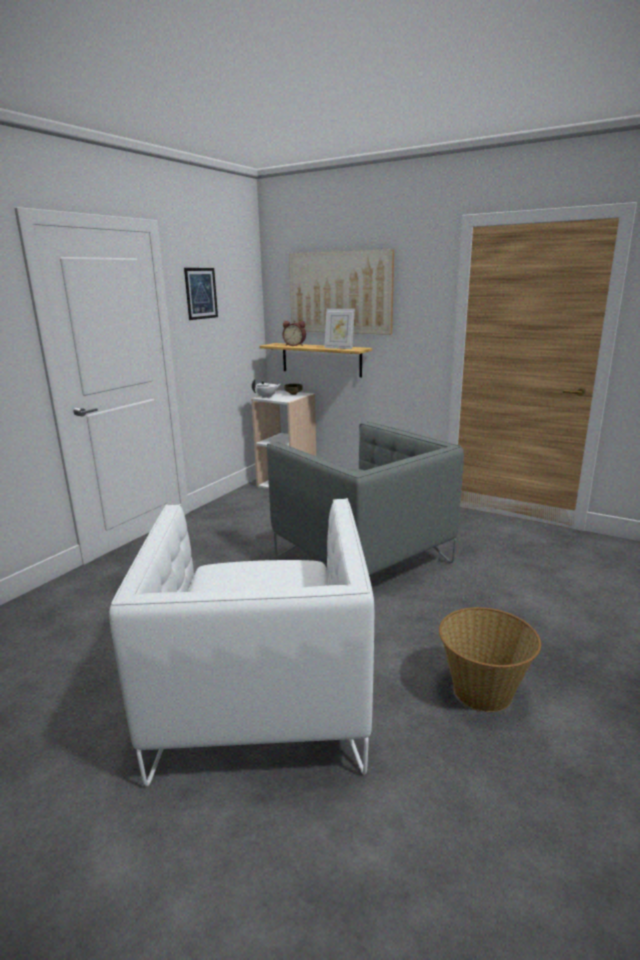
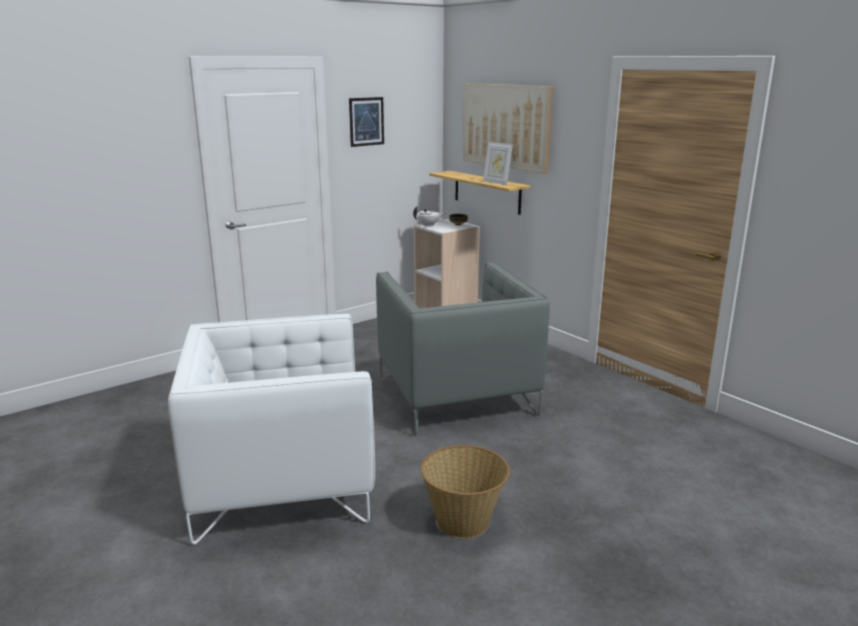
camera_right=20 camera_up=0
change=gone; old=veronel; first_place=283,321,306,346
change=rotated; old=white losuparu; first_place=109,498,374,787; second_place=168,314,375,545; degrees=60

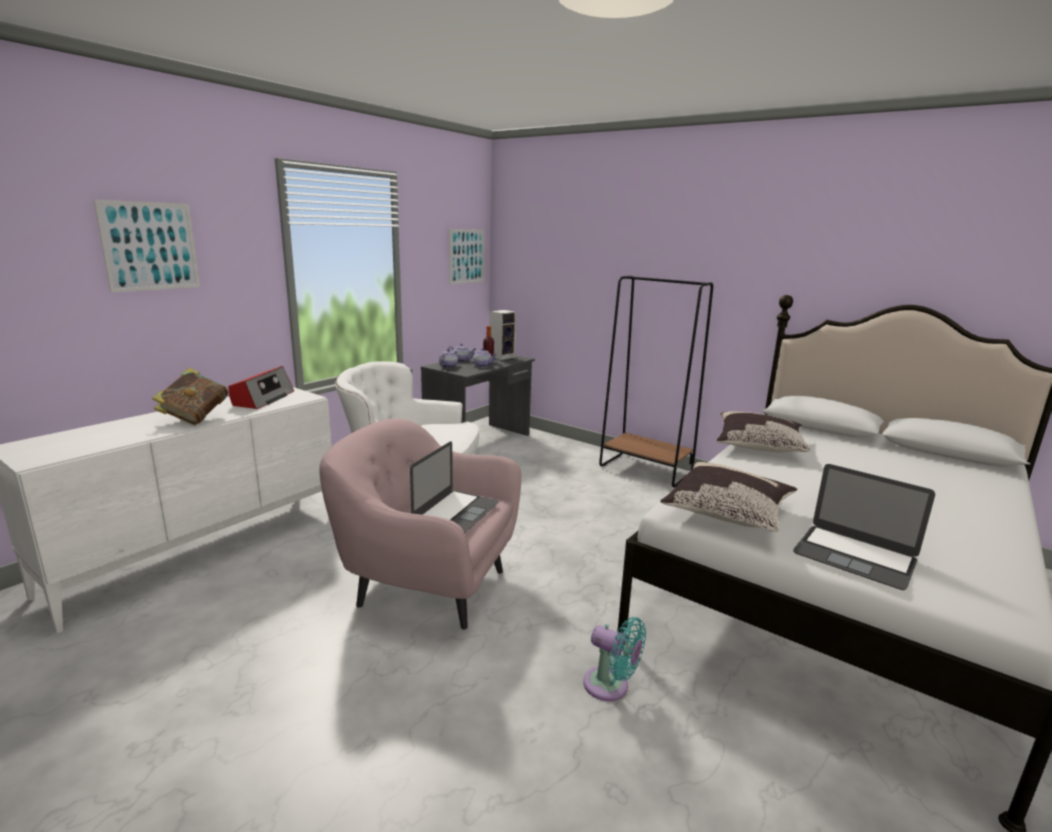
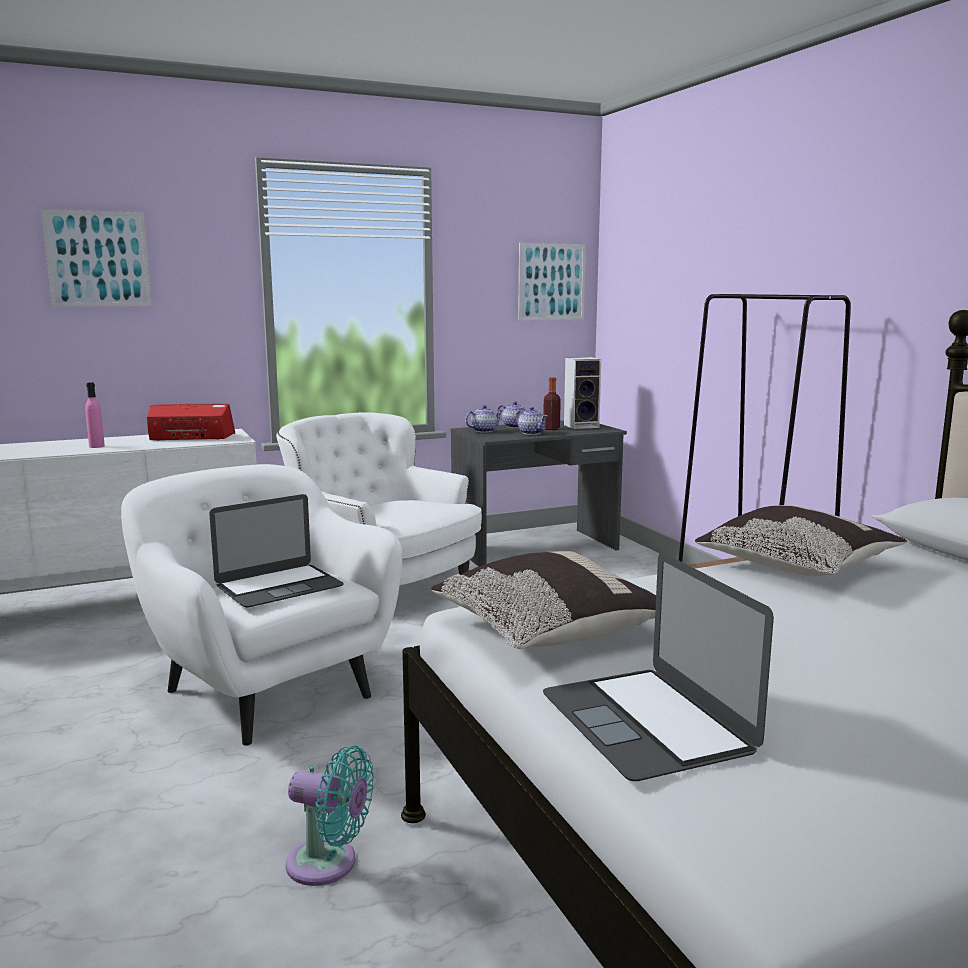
camera_right=30 camera_up=-5
change=swapped; old=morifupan; new=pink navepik; first_place=152,368,228,425; second_place=85,382,105,448
change=repainted; old=pink losuparu; new=white losuparu; first_place=319,419,521,629; second_place=121,464,402,746
change=rotated; old=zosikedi; first_place=228,366,294,409; second_place=147,404,235,441; degrees=-135
change=rotated; old=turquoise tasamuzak; first_place=583,617,646,701; second_place=286,746,374,886; degrees=-45

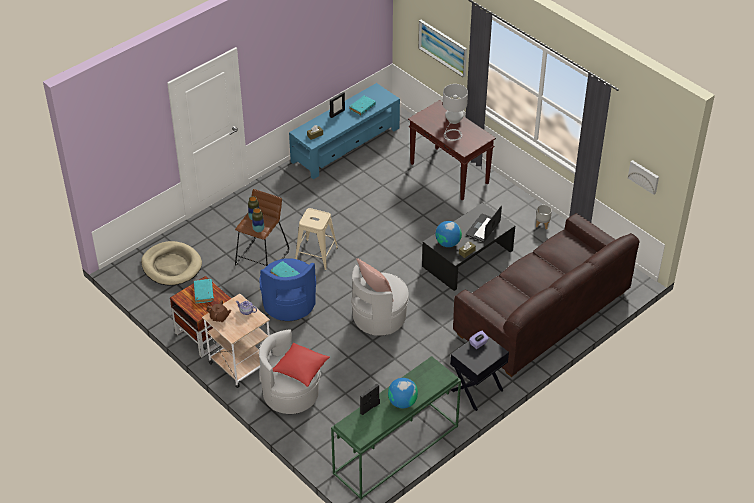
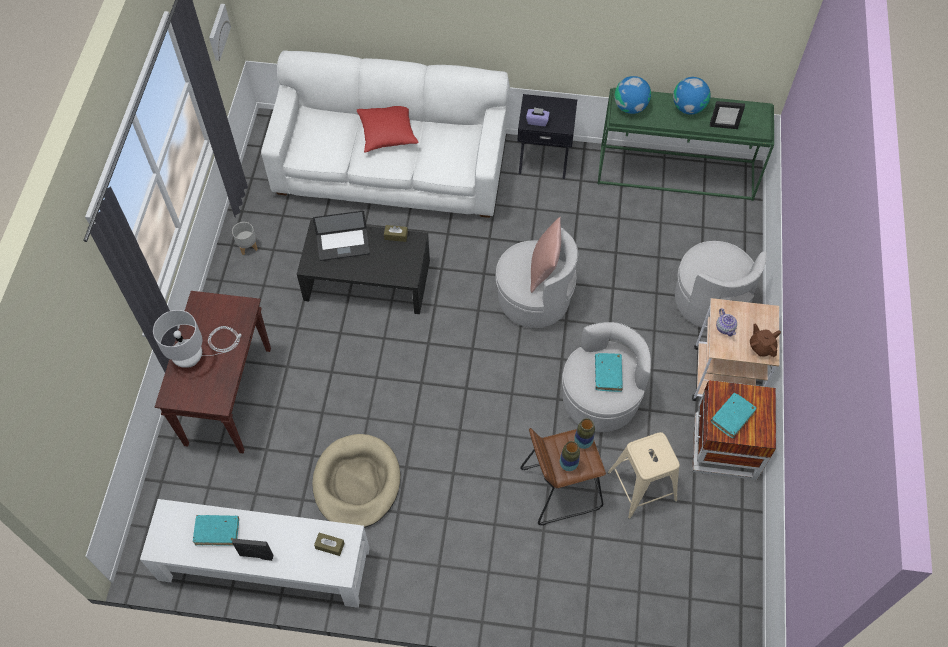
camera_right=-130 camera_up=15
change=gone; old=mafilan; first_place=418,20,467,78
change=shifted; old=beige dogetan; first_place=141,241,202,286; second_place=312,434,400,528
change=shifted; old=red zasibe; first_place=272,343,330,387; second_place=357,106,419,152
change=shifted; old=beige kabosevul; first_place=295,208,338,270; second_place=608,432,680,519
change=shifted; old=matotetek; first_place=435,221,462,247; second_place=615,76,651,114
change=repainted; old=blue losuparu; new=white losuparu; first_place=259,258,316,321; second_place=562,322,651,432
change=repainted; old=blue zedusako; new=white zedusako; first_place=289,83,400,179; second_place=140,499,370,608
change=repainted; old=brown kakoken; new=white kakoken; first_place=453,213,640,377; second_place=261,50,510,218

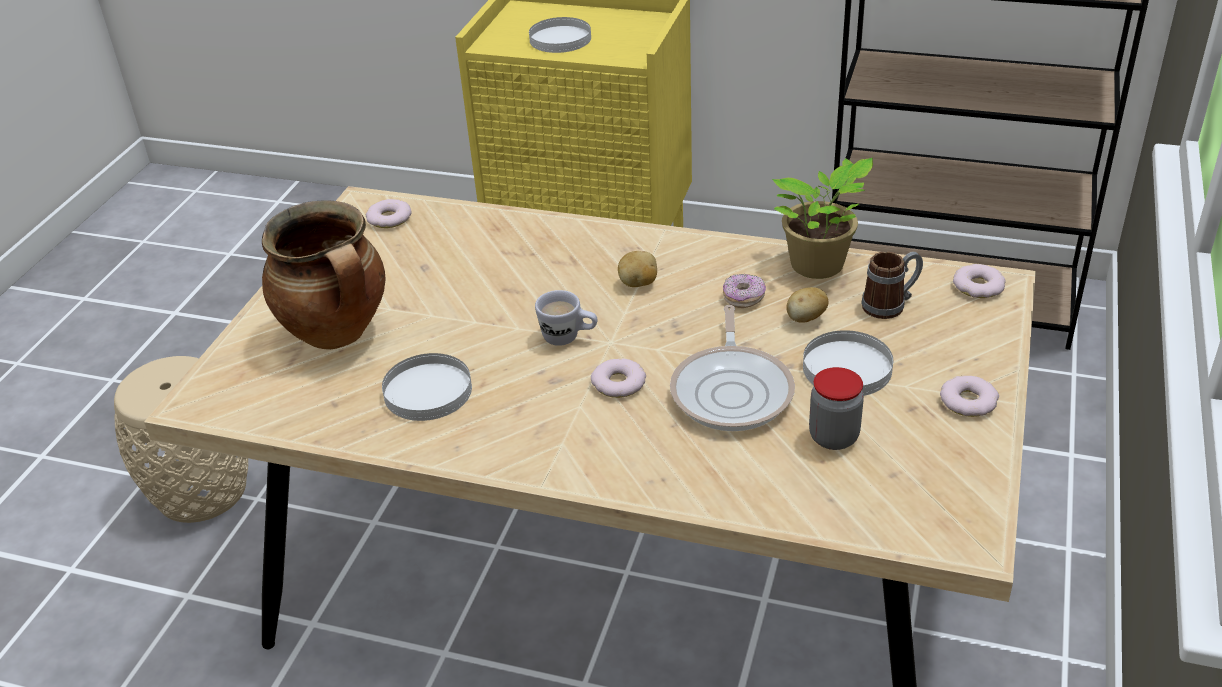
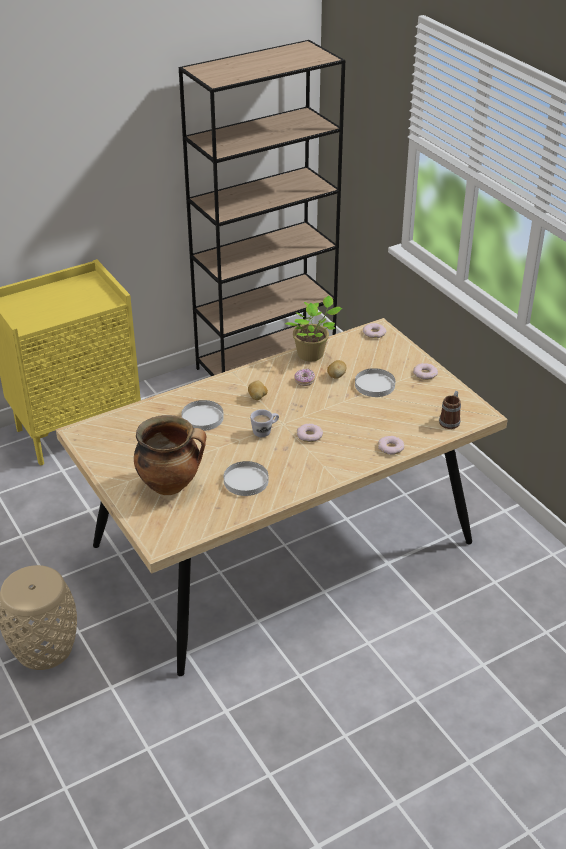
camera_right=-50 camera_up=0
change=gone; old=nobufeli; first_place=670,305,795,431
change=gone; old=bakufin; first_place=809,367,864,450
change=shifted; old=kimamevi; first_place=366,199,412,228; second_place=378,436,404,455
change=shifted; old=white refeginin; first_place=529,17,591,53; second_place=181,400,224,431
change=shifted; old=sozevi; first_place=861,251,923,319; second_place=439,391,461,429

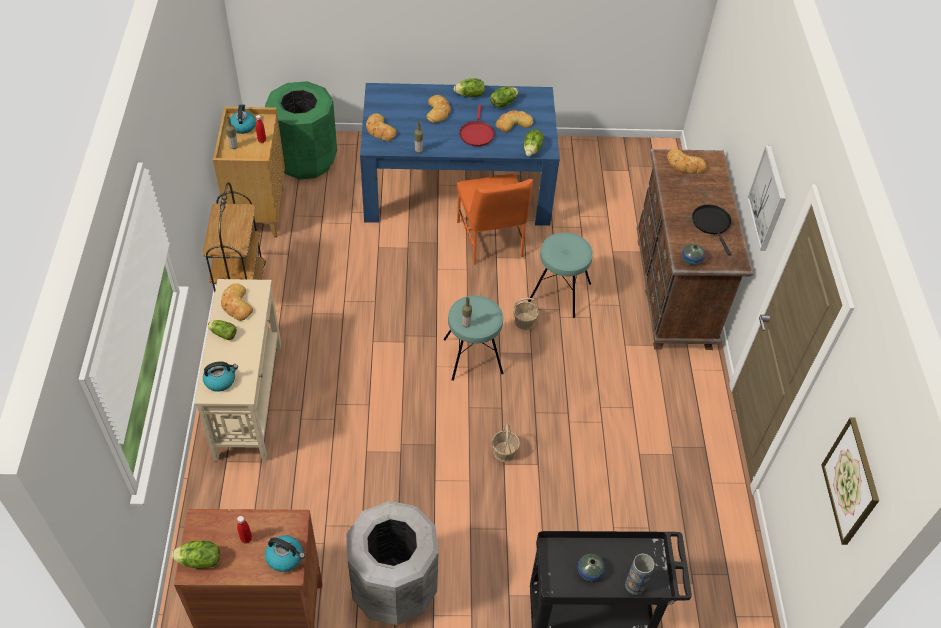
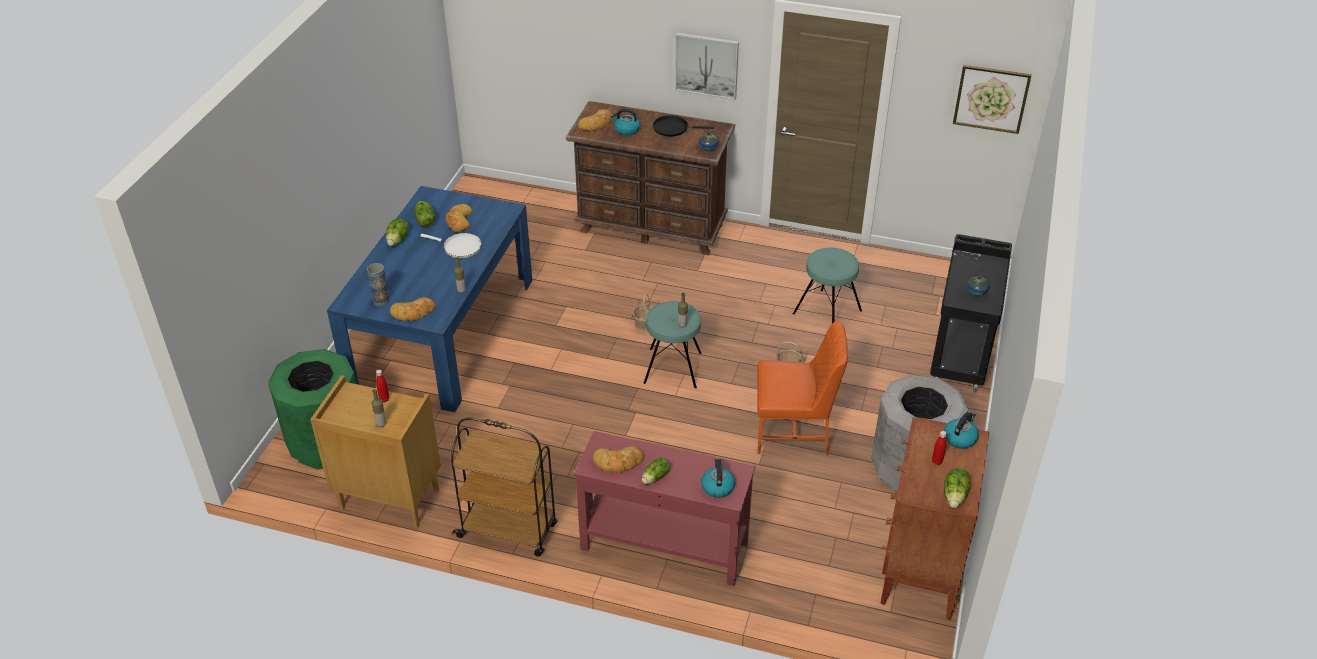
camera_right=-70 camera_up=-10
change=gone; old=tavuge; first_place=426,95,451,123
change=gone; old=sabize; first_place=523,129,544,156
change=shifted; old=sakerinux; first_place=230,104,256,134; second_place=611,108,640,136
change=shifted; old=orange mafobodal; first_place=457,174,533,265; second_place=757,321,848,454
change=shifted; old=turquoise kabosevul; first_place=528,232,593,318; second_place=793,248,862,323
change=shifted; old=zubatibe; first_place=625,553,654,595; second_place=367,263,390,306
change=repainted; old=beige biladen; new=red biladen; first_place=194,279,281,461; second_place=574,431,755,586
change=repainted; old=red nobufeli; new=white nobufeli; first_place=459,105,495,147; second_place=420,233,482,258

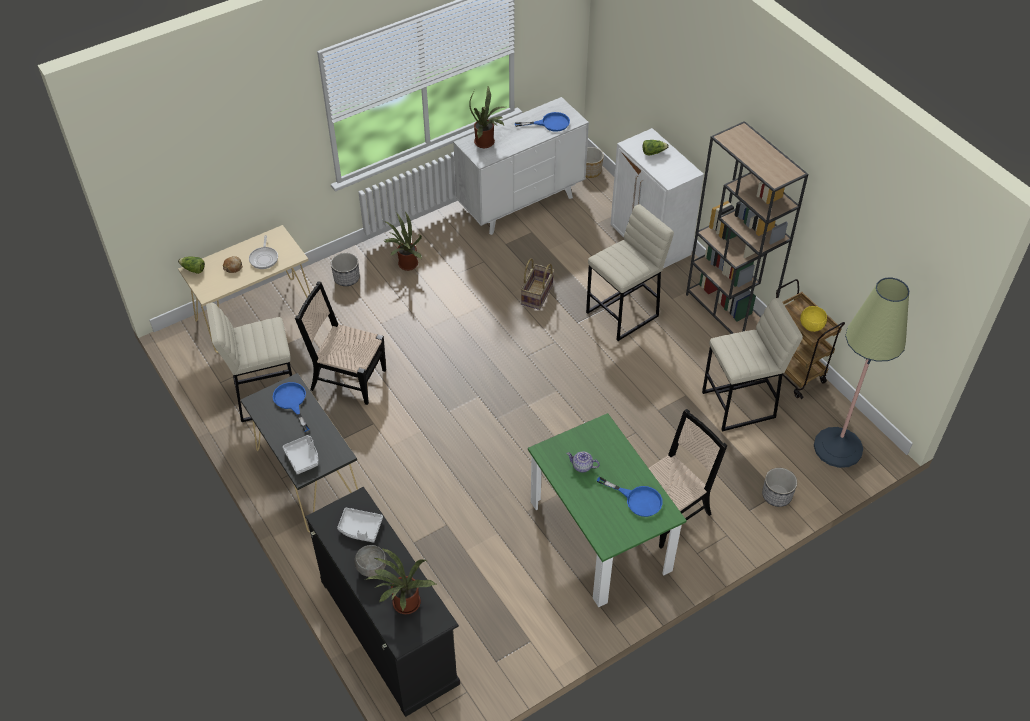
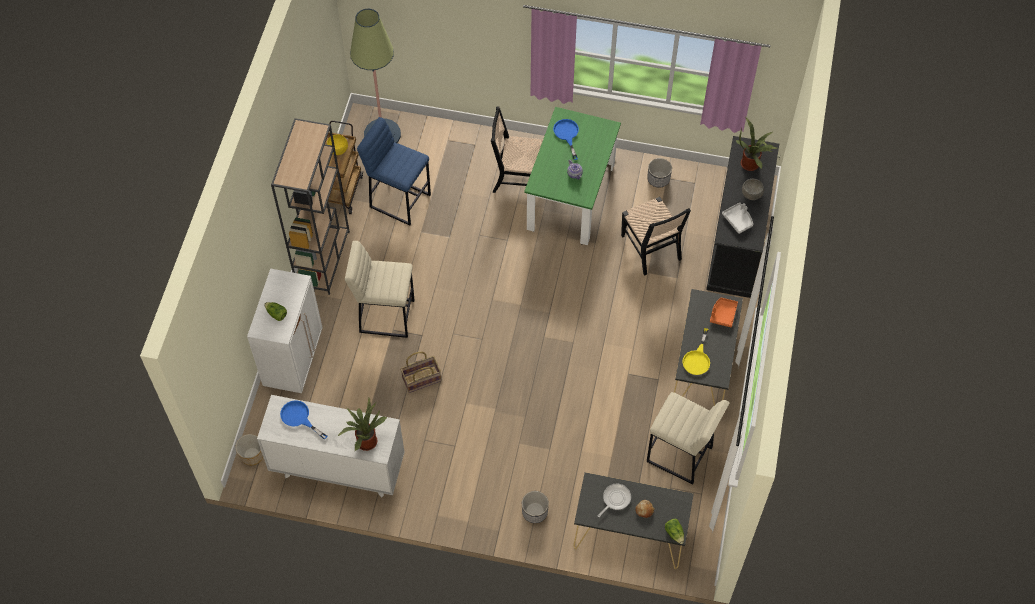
camera_right=-135 camera_up=10
change=gone; old=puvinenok; first_place=384,212,422,271
change=shifted; old=mafobodal; first_place=295,281,386,405; second_place=621,197,691,276
change=shifted; old=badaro; first_place=762,468,797,507; second_place=647,158,672,188
change=repainted; old=beige biladen; new=black biladen; first_place=178,225,310,353; second_place=574,472,694,569
change=repainted; old=blue nobufeli; new=yellow nobufeli; first_place=273,382,309,432; second_place=682,328,710,375
change=repainted; old=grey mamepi; new=orange mamepi; first_place=282,435,318,475; second_place=710,298,738,327
change=repainted; old=beige kabosevul; new=blue kabosevul; first_place=702,298,803,432; second_place=357,117,431,226

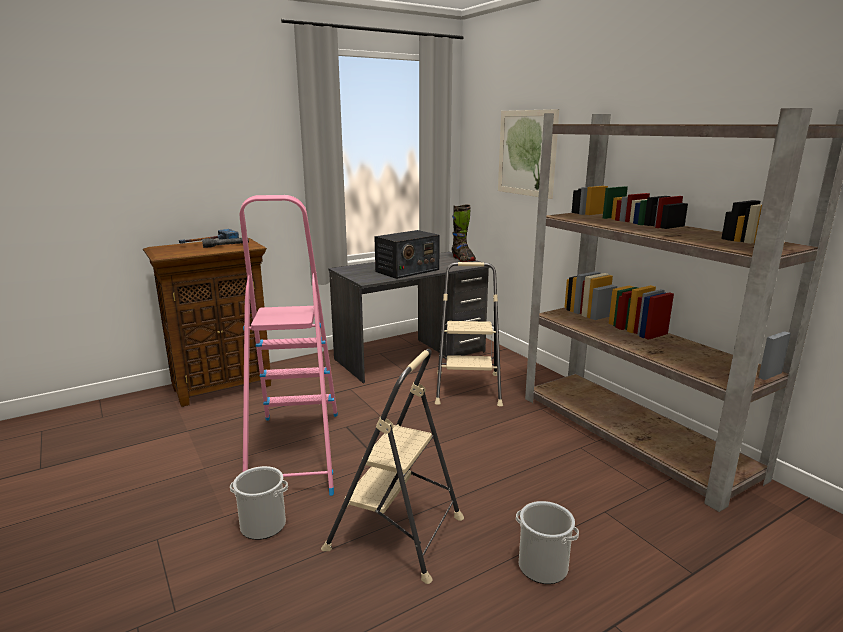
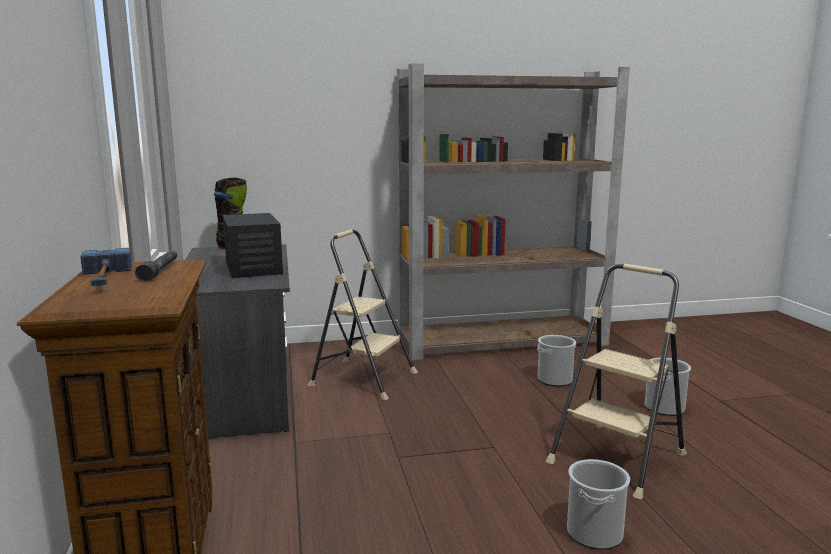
camera_right=-70 camera_up=-5
change=gone; old=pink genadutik; first_place=239,195,338,496
change=gone; old=mafilan; first_place=498,109,559,199
change=new; new=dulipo; second_place=537,335,576,386

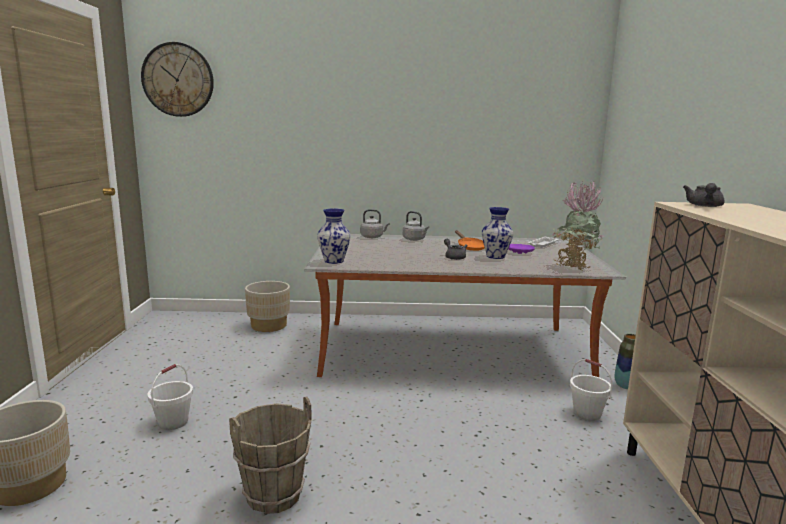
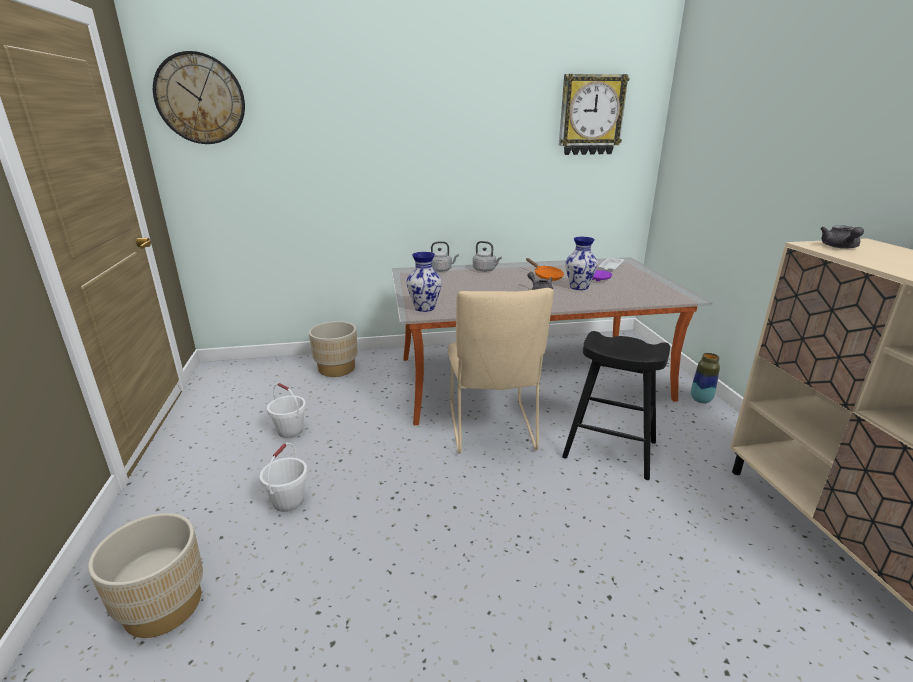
camera_right=-10 camera_up=10
change=gone; old=brown dulipo; first_place=229,397,312,514
change=gone; old=puvinenok; first_place=552,181,604,270
change=new; new=beige mafobodal; second_place=448,288,554,454
change=new; new=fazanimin; second_place=559,74,629,155
change=new; new=black kabosevul; second_place=562,331,670,480
change=shifted; old=white dulipo; first_place=570,359,613,421; second_place=267,383,306,438

